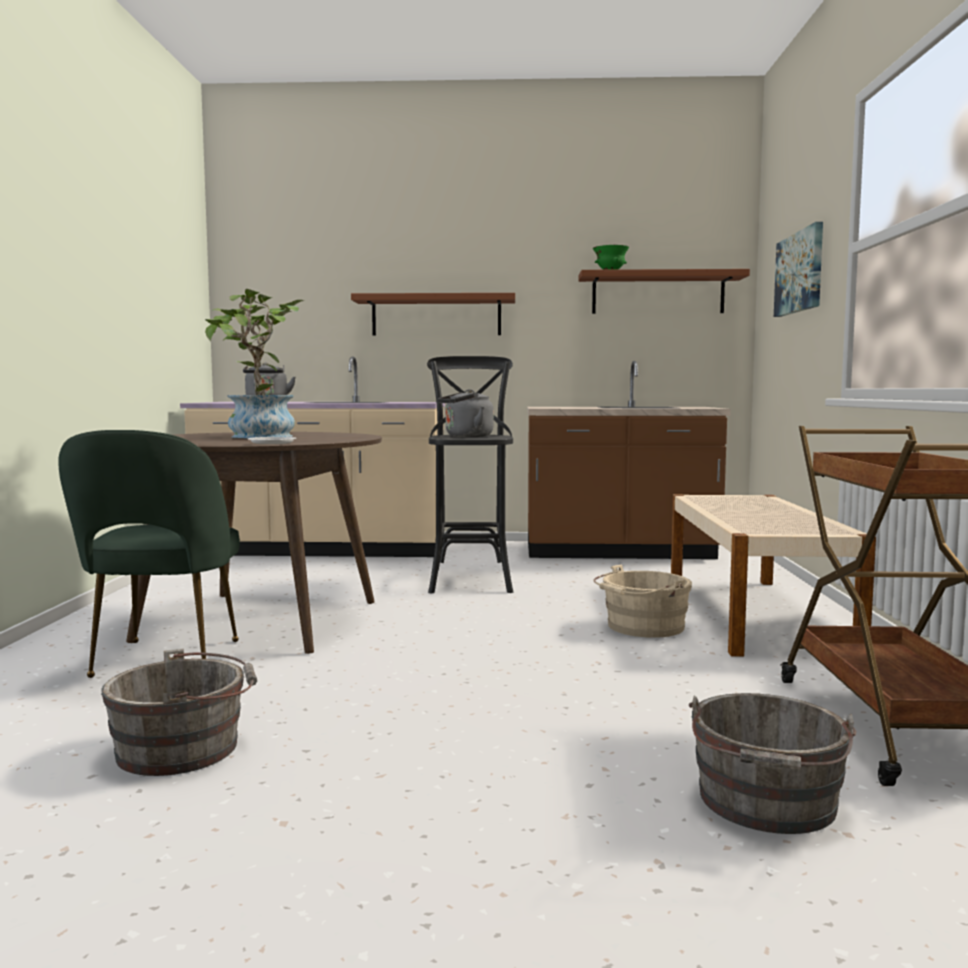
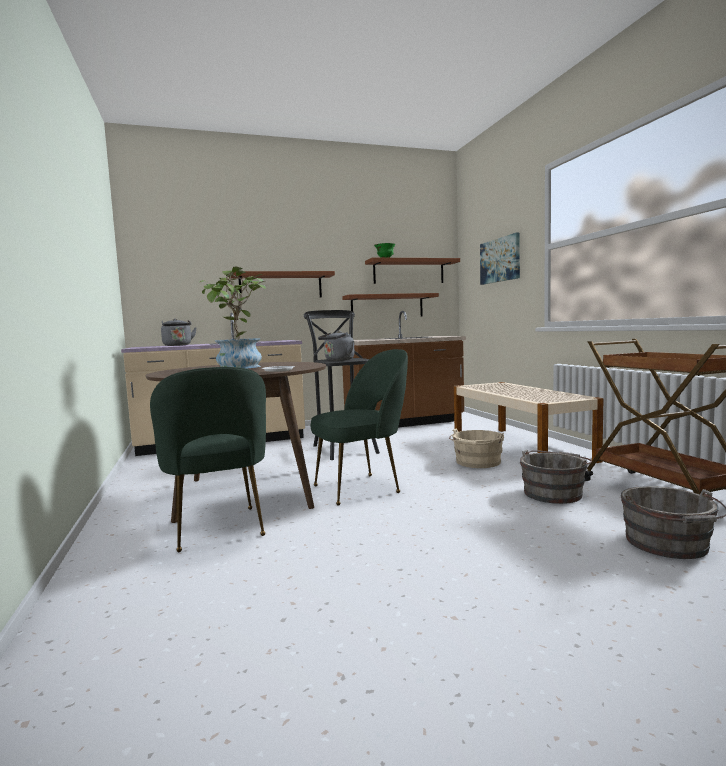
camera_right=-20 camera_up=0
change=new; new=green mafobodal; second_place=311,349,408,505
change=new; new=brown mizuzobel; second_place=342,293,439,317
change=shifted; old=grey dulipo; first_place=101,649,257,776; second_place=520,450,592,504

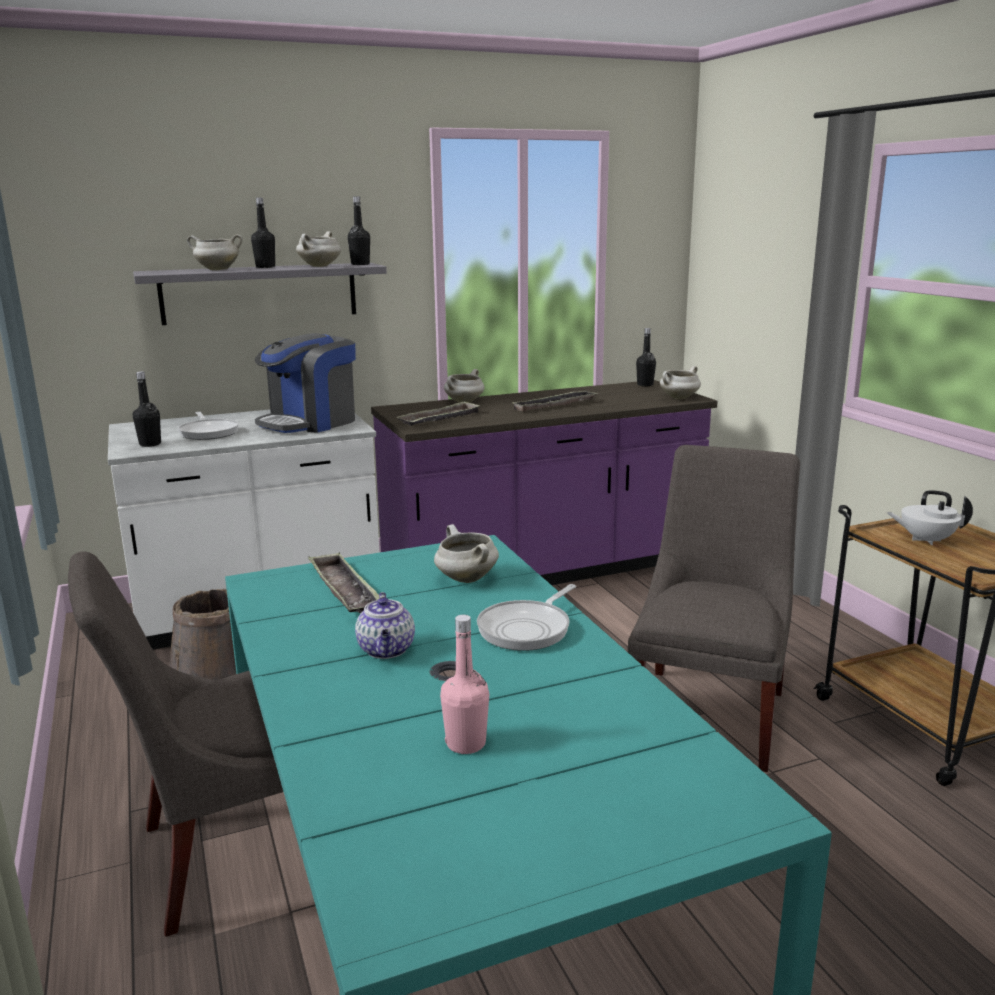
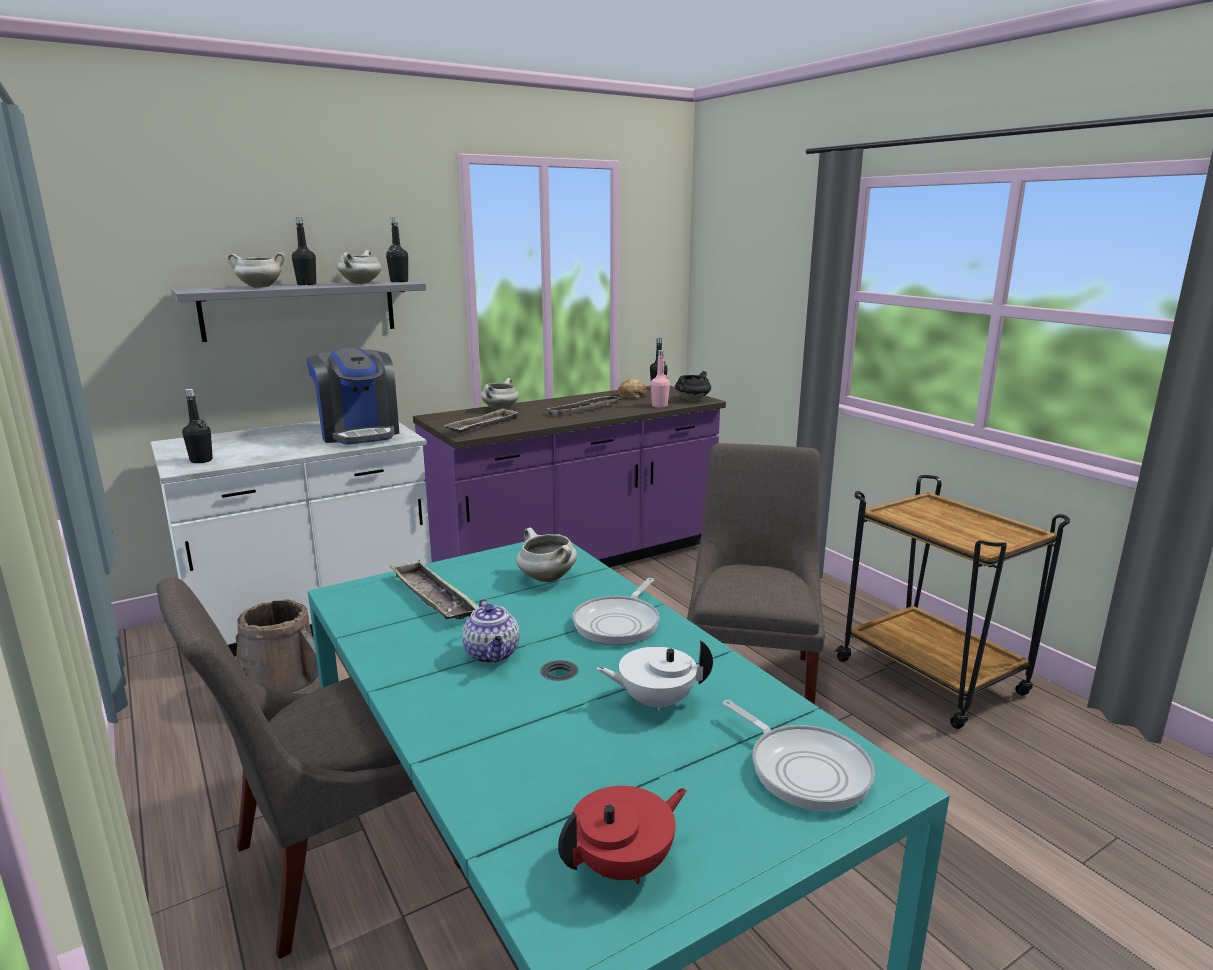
camera_right=-10 camera_up=0
change=new; new=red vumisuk; second_place=558,786,687,885
change=new; new=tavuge; second_place=618,379,647,399
change=shifted; old=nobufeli; first_place=178,412,239,440; second_place=722,700,875,811
change=shifted; old=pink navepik; first_place=440,615,489,754; second_place=651,350,670,408
change=shifted; old=white vumisuk; first_place=887,496,973,545; second_place=596,640,713,713
change=repainted; old=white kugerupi; new=black kugerupi; first_place=660,366,701,399; second_place=675,371,711,401
change=rotated; old=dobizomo; first_place=255,333,356,433; second_place=306,348,399,445; degrees=-60

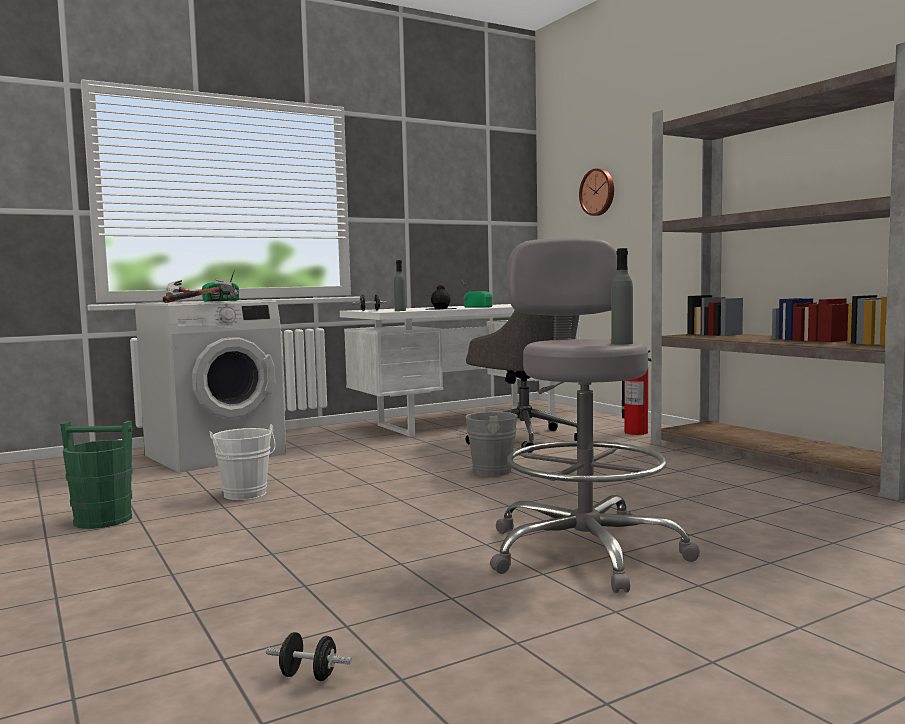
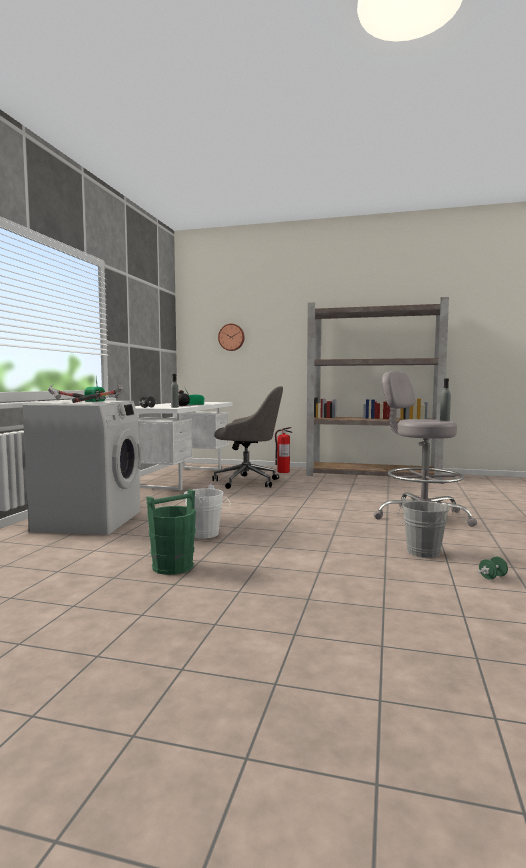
camera_right=-45 camera_up=0
change=shifted; old=grey dulipo; first_place=457,407,518,477; second_place=397,498,450,558
change=repainted; old=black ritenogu; new=green ritenogu; first_place=266,632,352,681; second_place=478,557,508,580

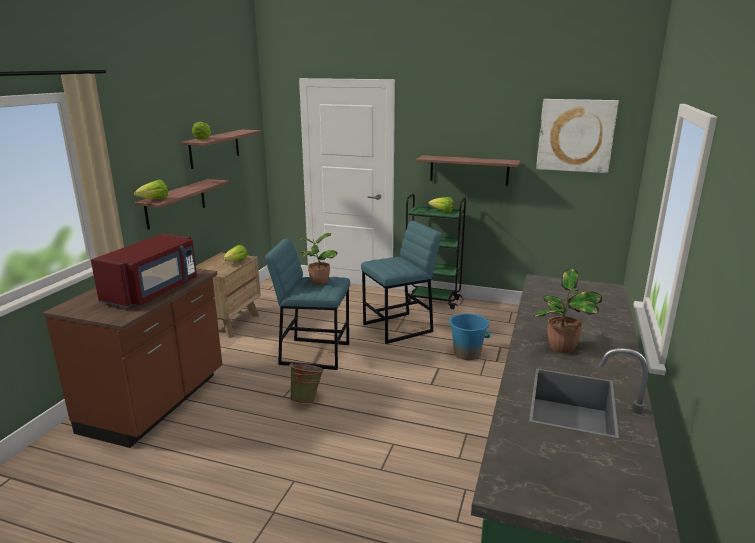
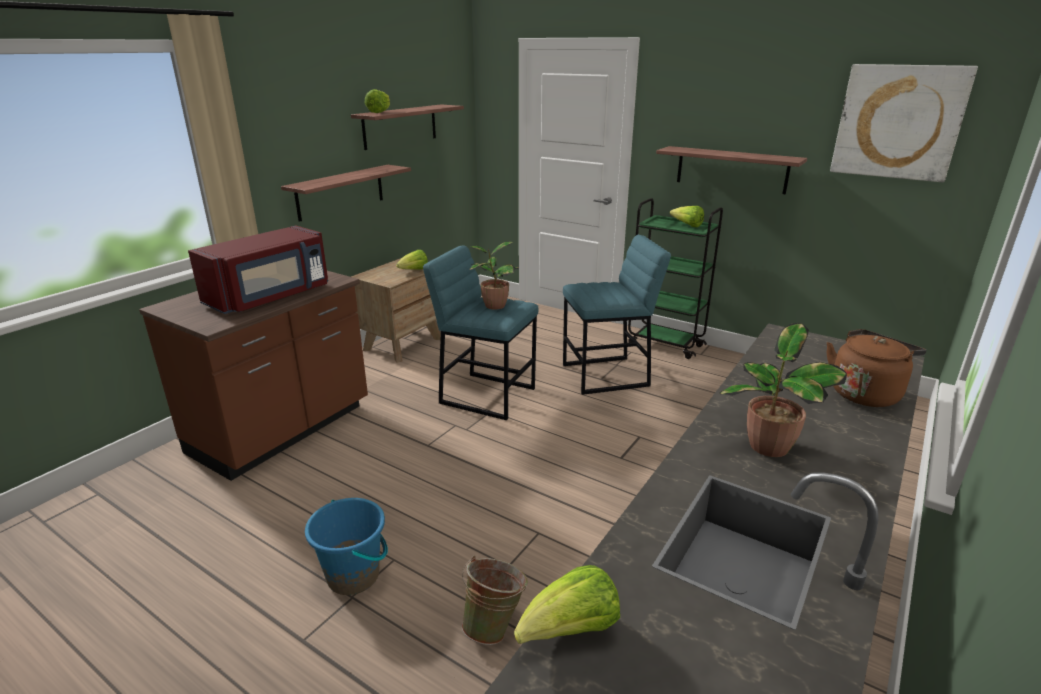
camera_right=15 camera_up=5
change=new; new=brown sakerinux; second_place=827,329,926,407
change=shifted; old=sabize; first_place=134,180,168,199; second_place=514,565,620,644
change=shifted; old=green dulipo; first_place=288,362,324,404; second_place=462,556,528,645
change=shifted; old=blue dulipo; first_place=449,313,491,360; second_place=305,498,388,595

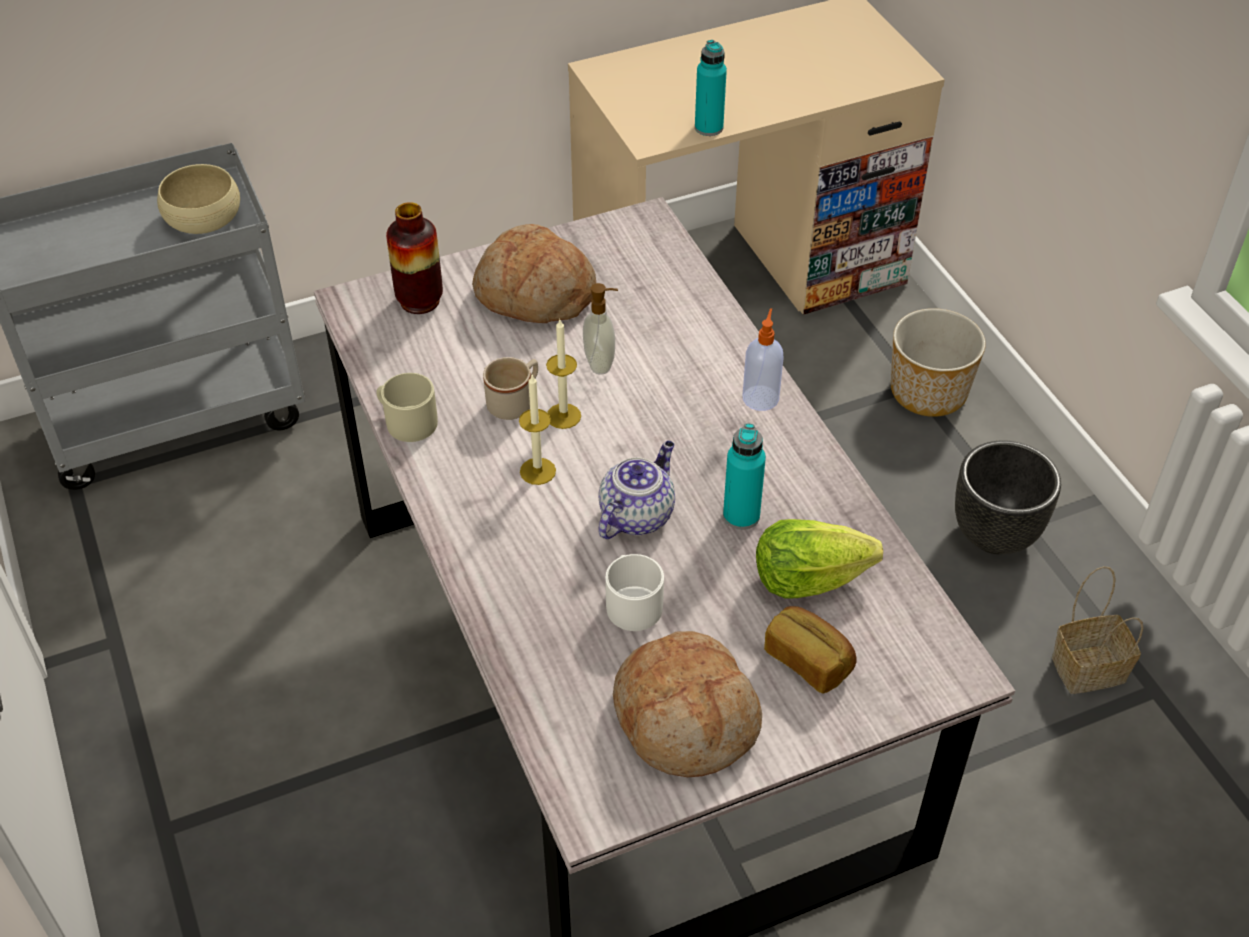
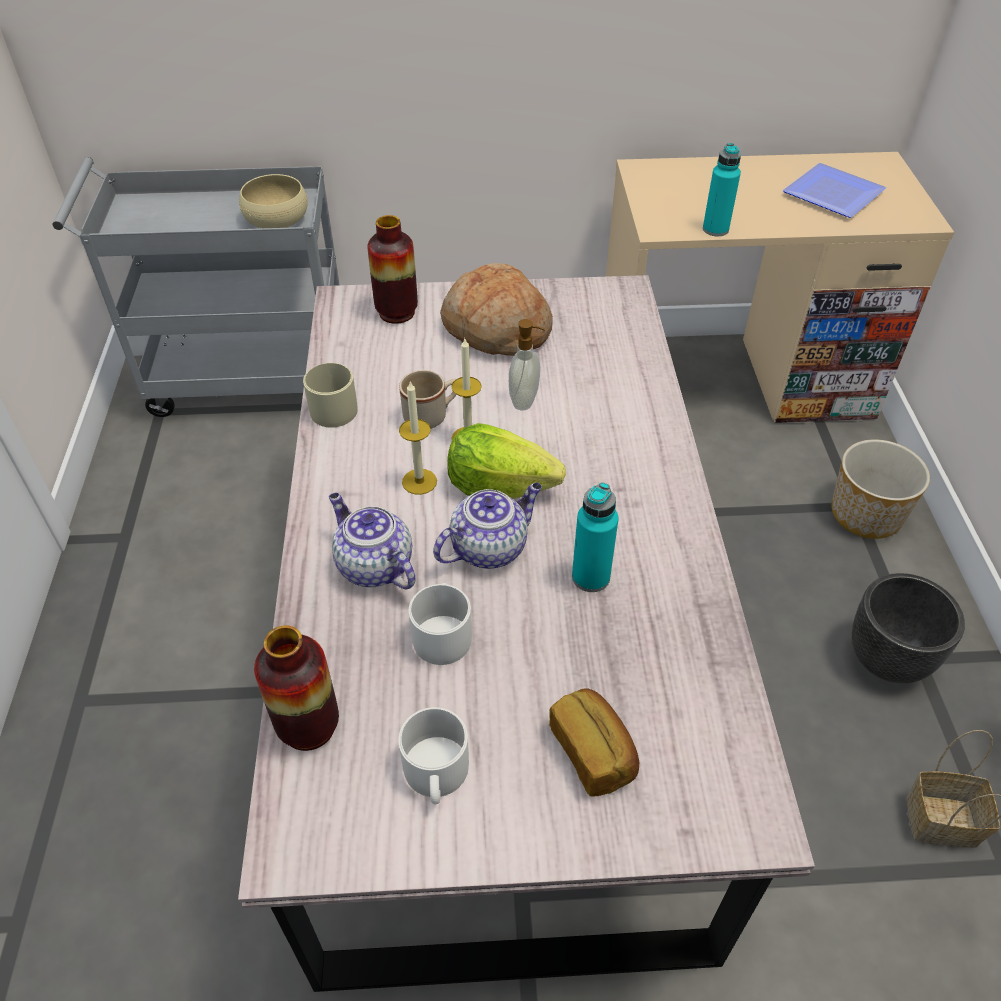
camera_right=20 camera_up=0
change=gone; old=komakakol; first_place=743,308,784,411
change=new; new=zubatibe; second_place=254,625,339,751
change=new; new=vumisuk; second_place=329,493,415,590
change=new; new=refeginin; second_place=783,163,886,218
change=shifted; old=sabize; first_place=756,519,883,599; second_place=447,423,566,499
change=swapped; old=tavuge; new=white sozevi; first_place=613,631,762,777; second_place=398,707,469,805

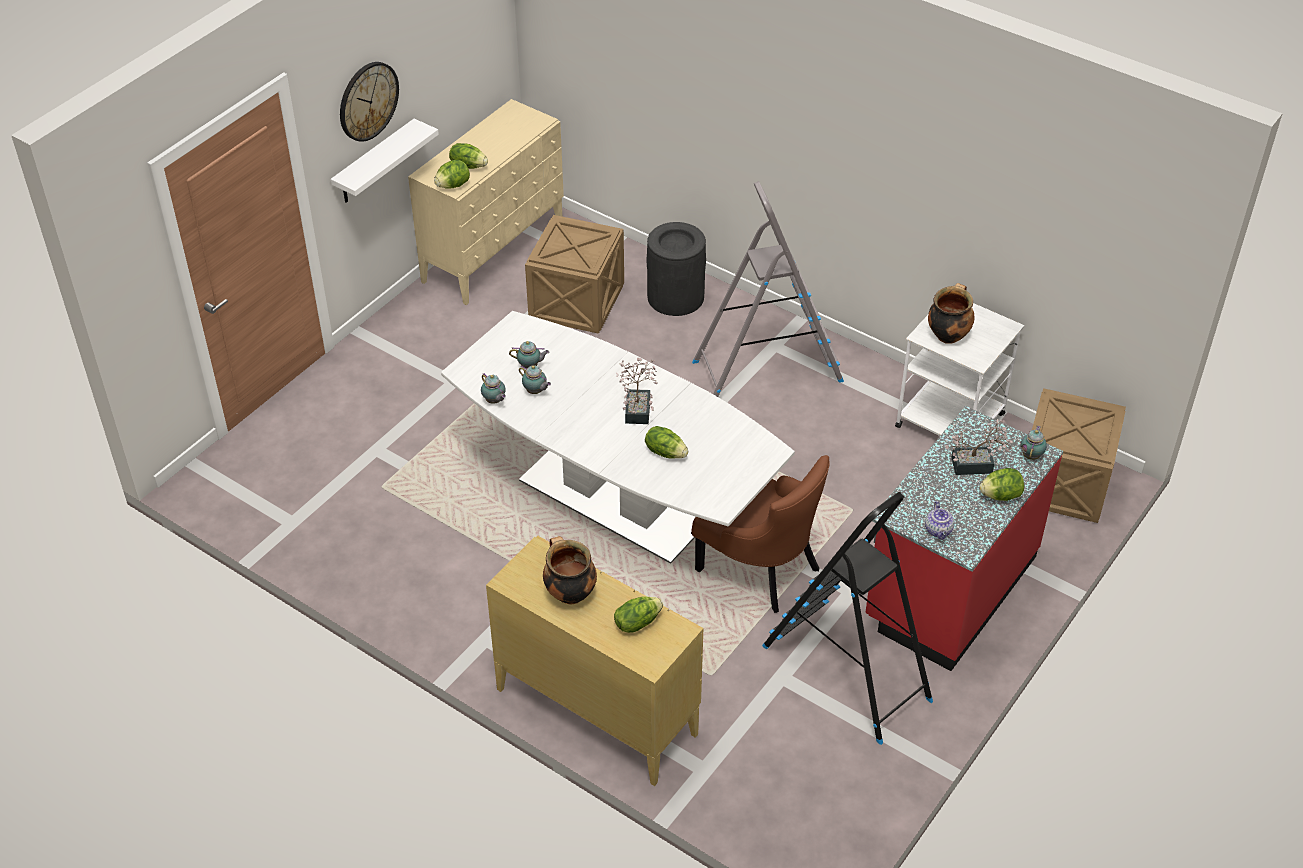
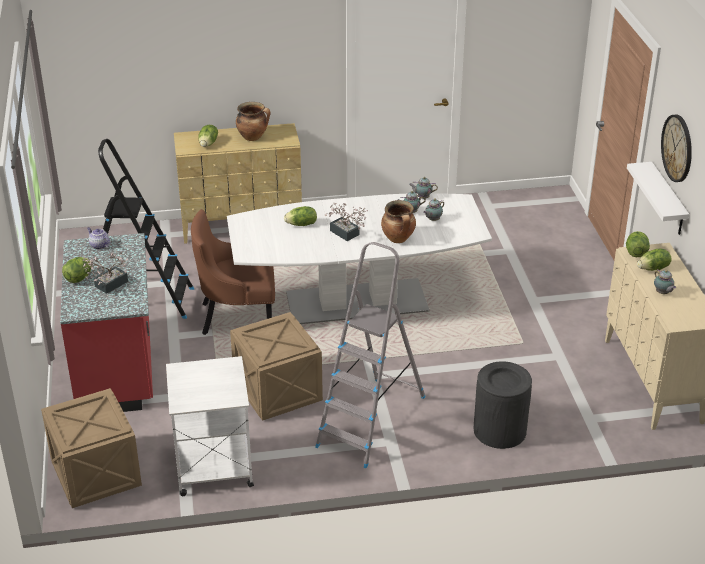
camera_right=135 camera_up=-10
change=shifted; old=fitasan; first_place=525,215,624,334; second_place=230,312,323,421
change=shifted; old=kugerupi; first_place=928,283,975,344; second_place=381,200,416,243
change=shifted; old=vumisuk; first_place=1020,426,1047,460; second_place=654,269,676,294

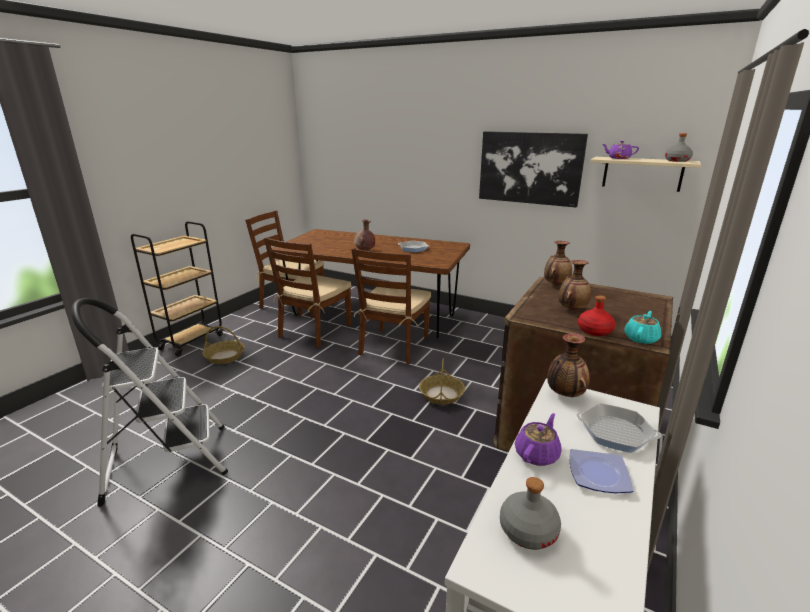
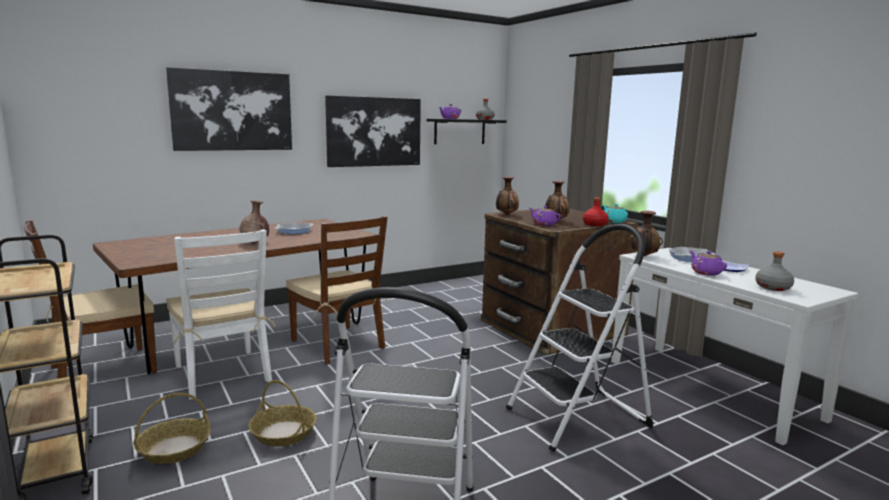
camera_right=-60 camera_up=-10
change=new; new=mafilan; second_place=166,67,292,151
change=new; new=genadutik; second_place=506,224,653,452
change=new; new=purple vumisuk; second_place=529,206,561,226
change=shifted; old=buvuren; first_place=419,358,465,405; second_place=248,380,317,447
change=repainted; old=brown mafobodal; new=white mafobodal; first_place=264,237,351,348; second_place=166,229,275,399
change=repainted; old=beige mizuzobel; new=black mizuzobel; first_place=590,157,701,192; second_place=427,119,507,144

